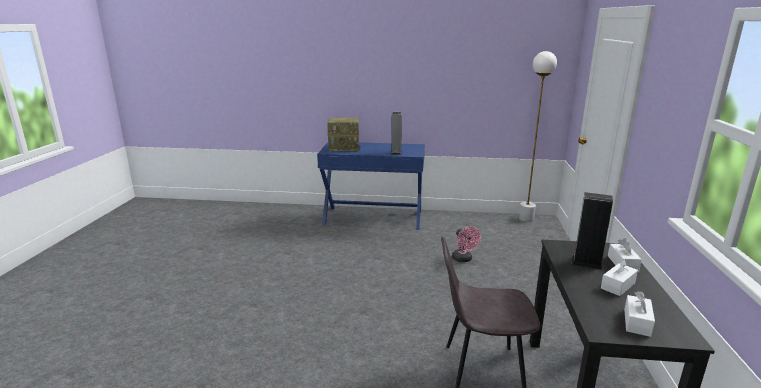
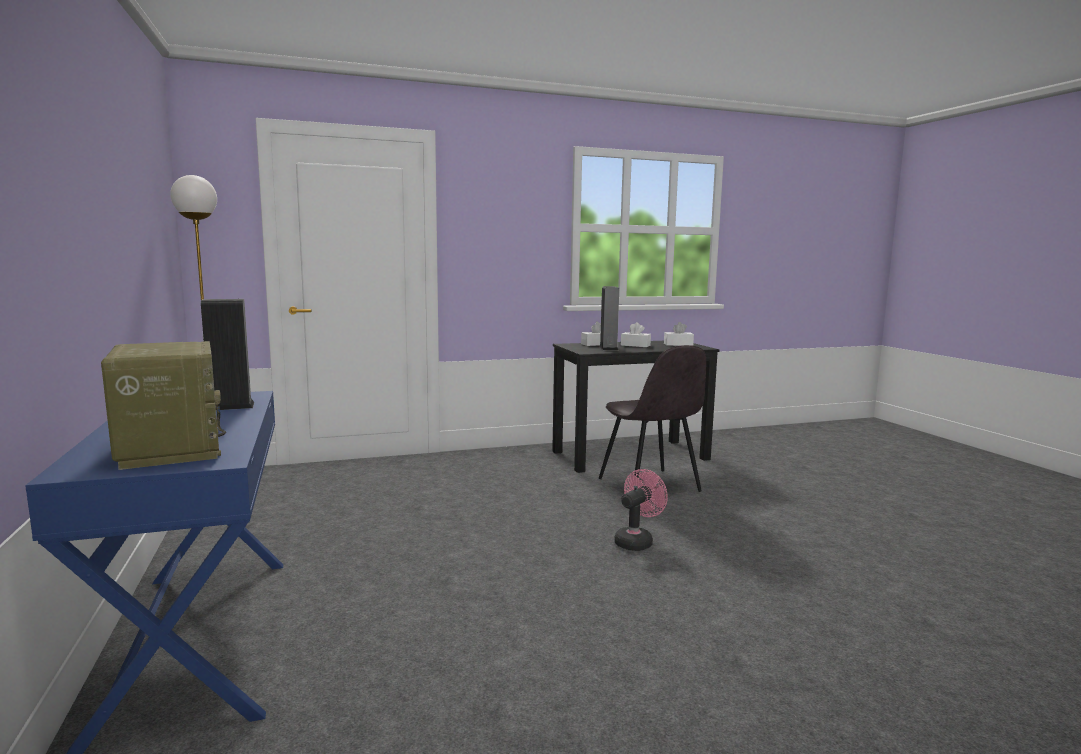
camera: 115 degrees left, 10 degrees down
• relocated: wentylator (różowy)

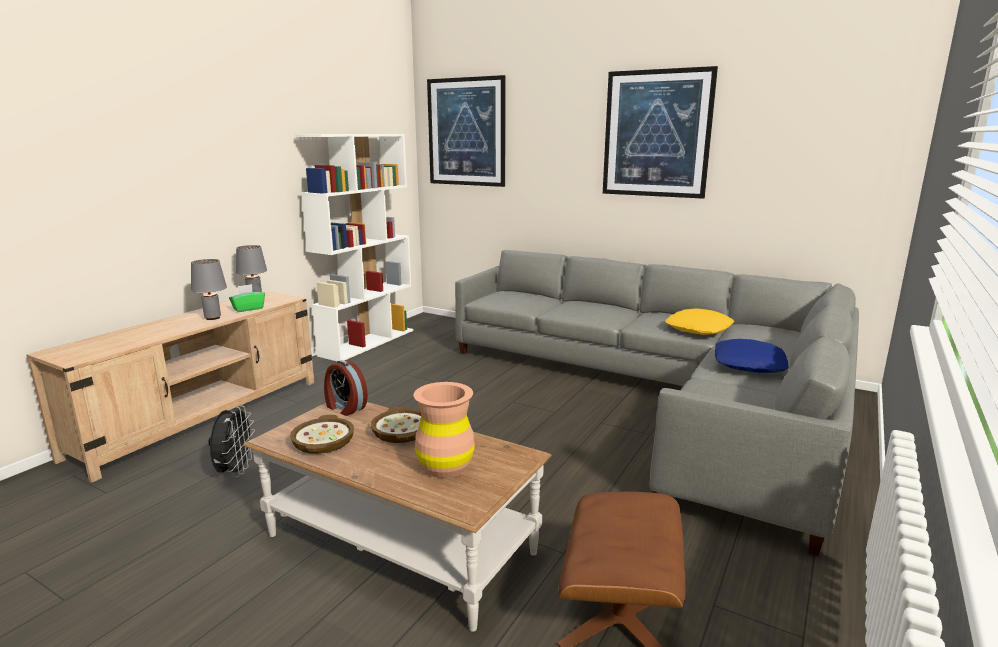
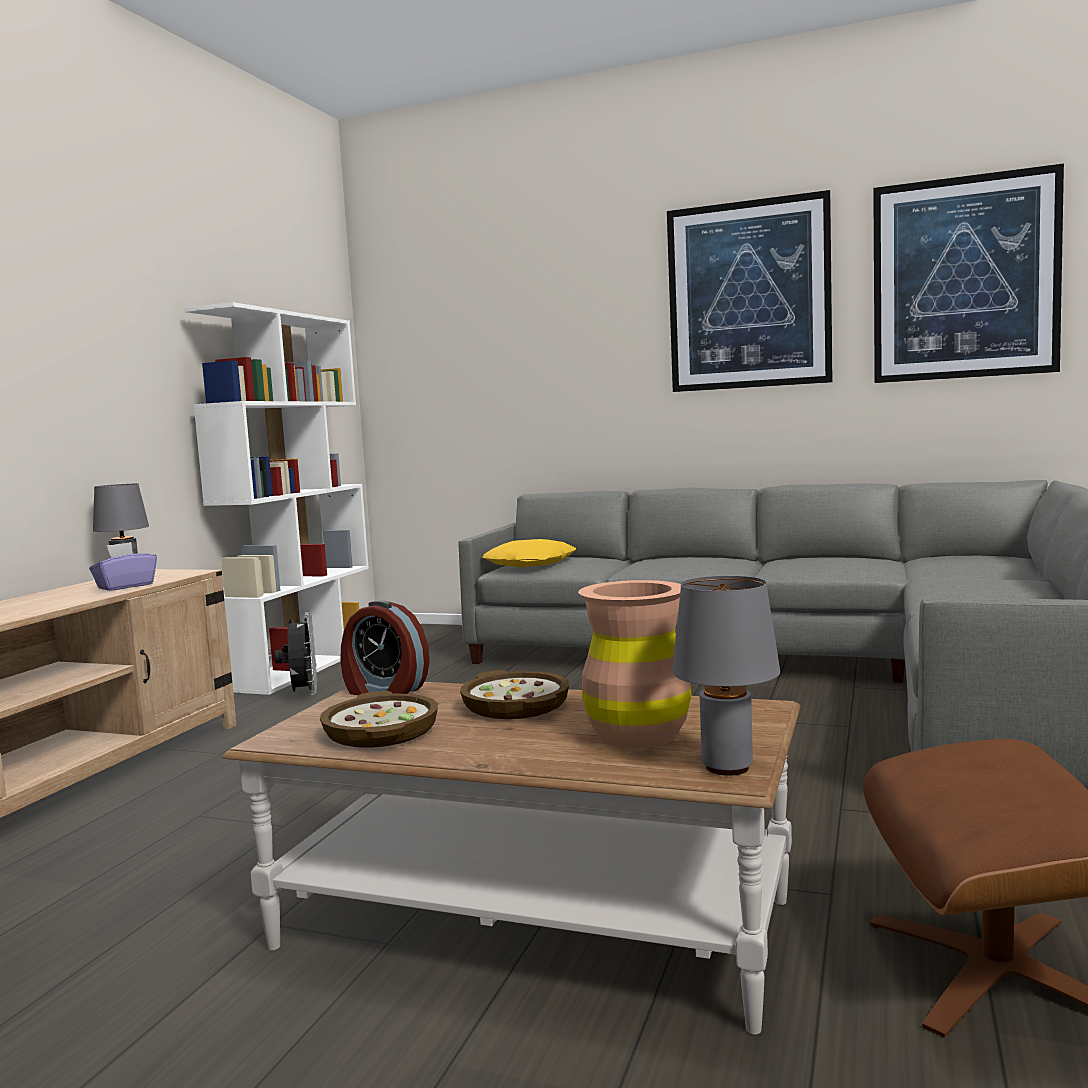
camera: 10 degrees left, 10 degrees down
• missing: poduszka (niebieski)
• relocated: lampa stołowa (szary) (no. 1 from left in the first image) to lampa stołowa (szary) (no. 2 from left)
• relocated: wentylator (czarny)
• relocated: obraz (no. 1 from left in the first image) to obraz (no. 2 from left)
• relocated: poduszka (żółty)
• colour: pudełko chusteczek (zielony) to pudełko chusteczek (fioletowy)

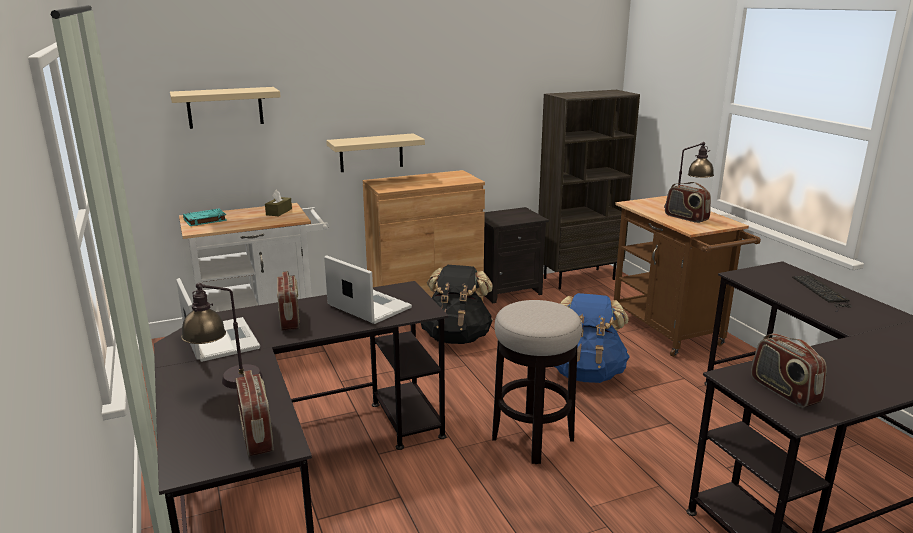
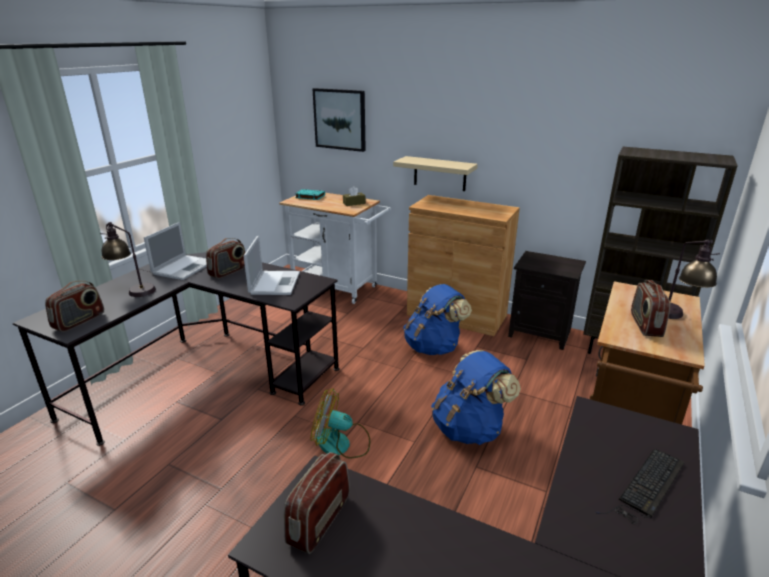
camera: 50 degrees right, 5 degrees up
• exchanged: półka (beżowy) (no. 1 from left) to obraz
• exchanged: stołek to wentylator
• colour: plecak (czarny) to plecak (niebieski) (no. 1 from left)

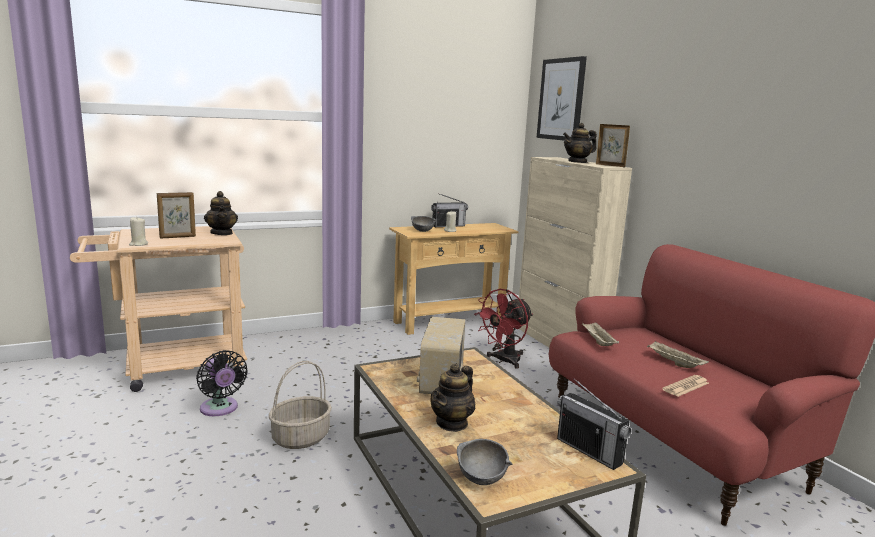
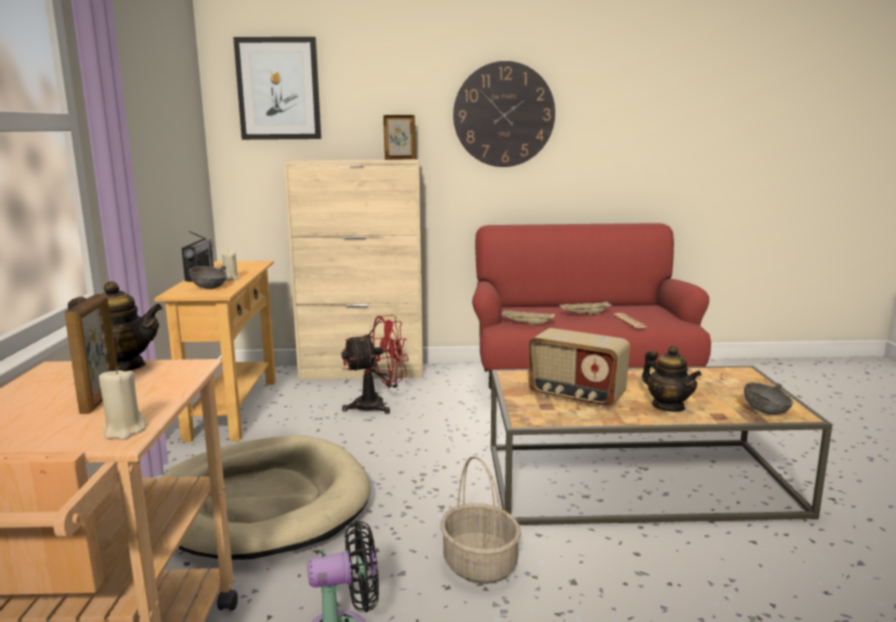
camera: 65 degrees left, 0 degrees up
• missing: radio (no. 3 from left)
• missing: imbryk (no. 3 from left)
• appeared: legowisko (beżowy)
• appeared: zegar ścienny
• spun: wentylator (czerwony) 90 degrees counterclockwise

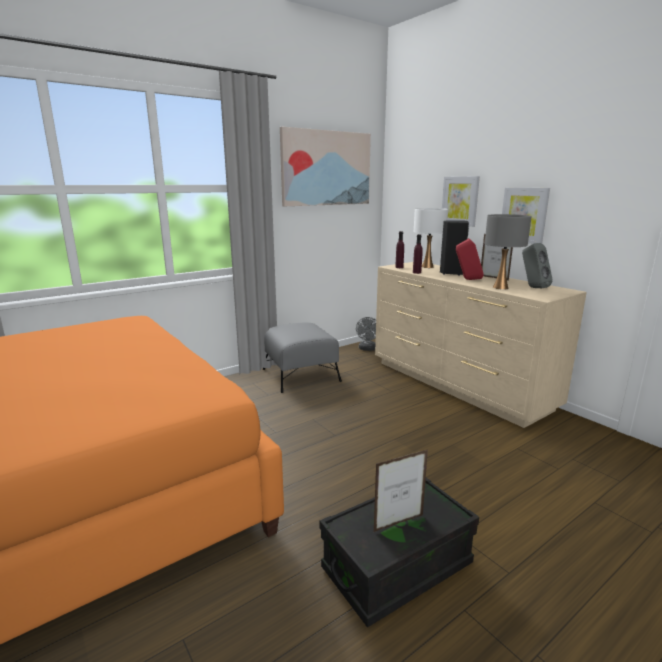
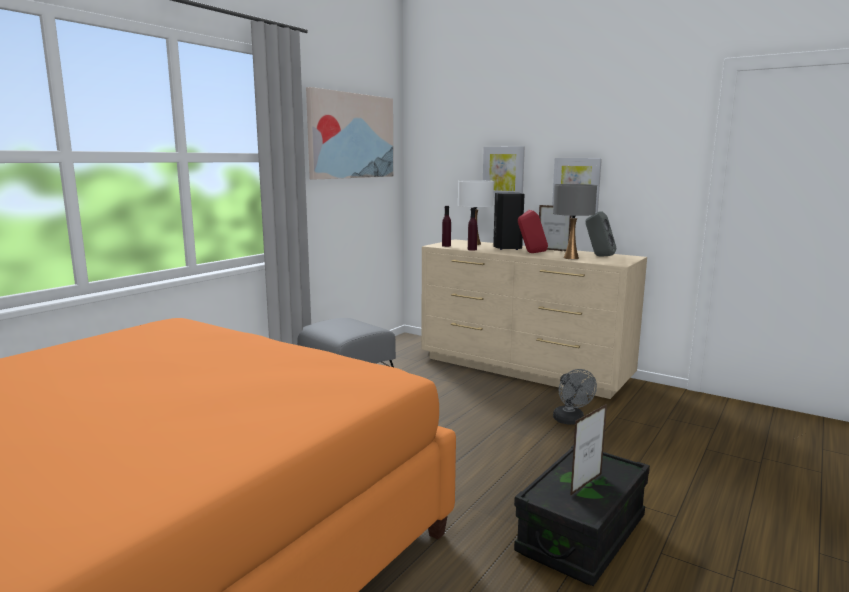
camera: 20 degrees left, 5 degrees down
• relocated: wentylator (szary)

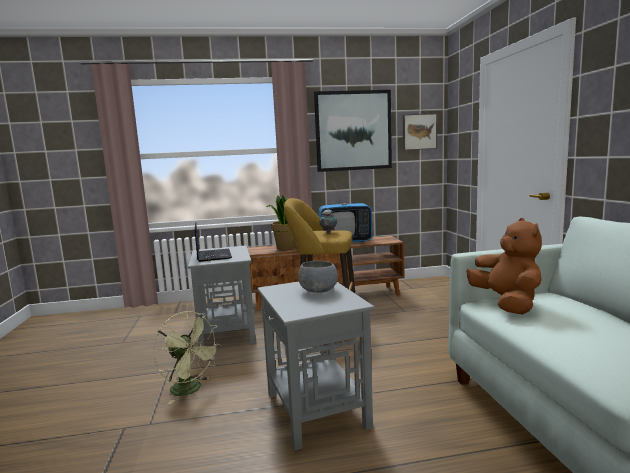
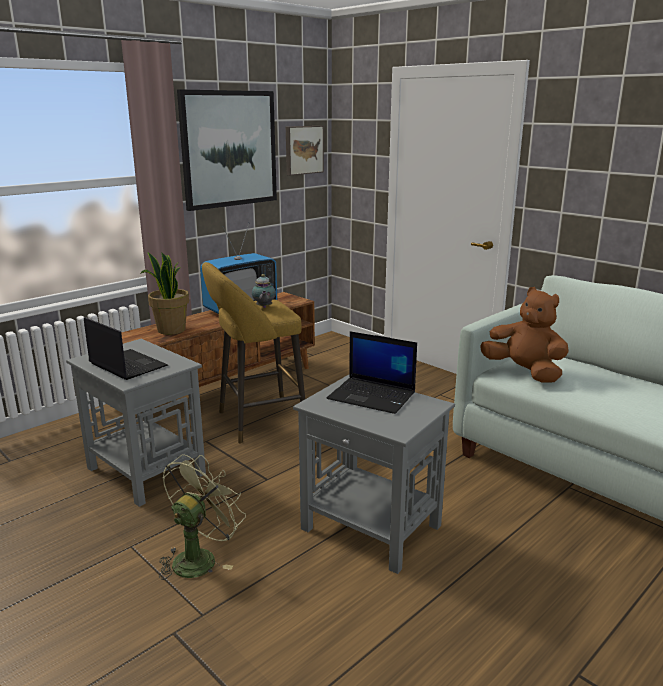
camera: 35 degrees left, 10 degrees up
• exchanged: miska (szary) to laptop (no. 2 from left)
• spun: wentylator (zielony) 60 degrees counterclockwise

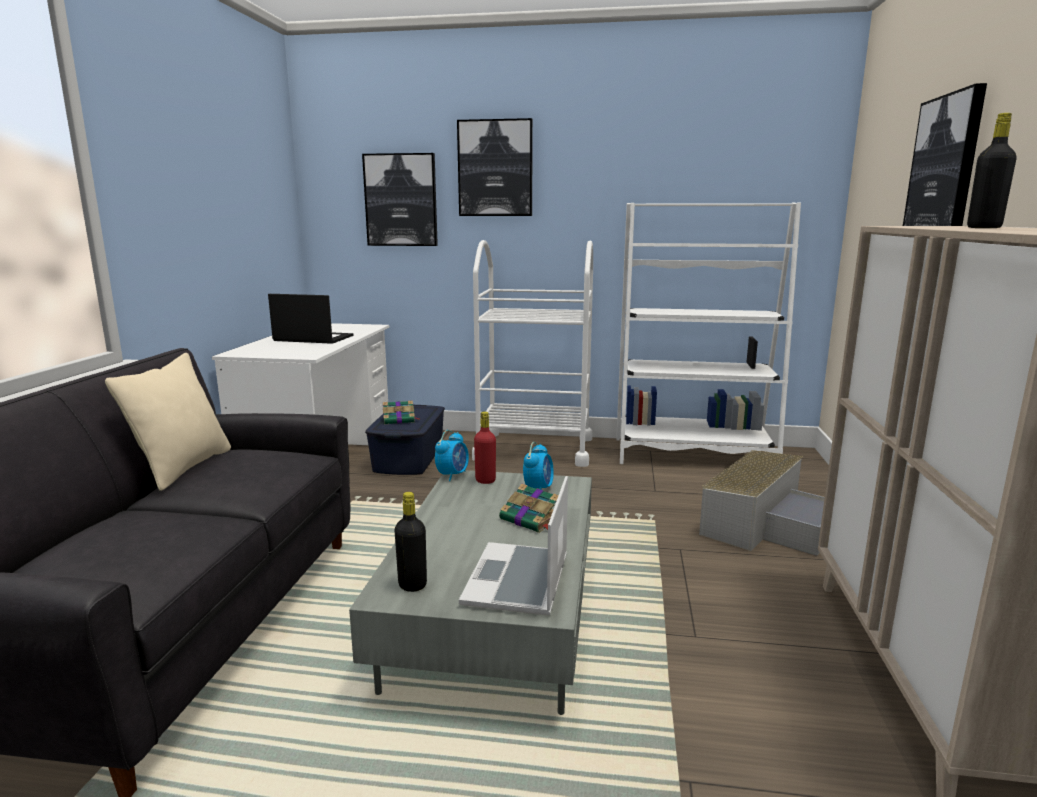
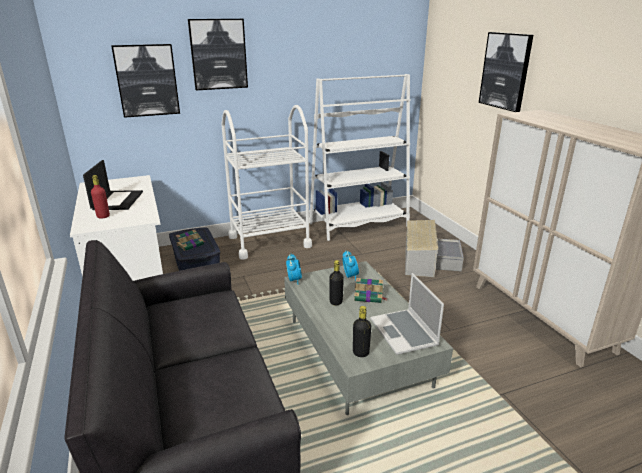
camera: 30 degrees left, 10 degrees up
• missing: poduszka (beżowy)
• relocated: butelka (czerwony)
• relocated: butelka (czarny) (no. 2 from left in the first image) to butelka (czarny) (no. 1 from left)
• spun: laptop (no. 1 from left) 105 degrees clockwise

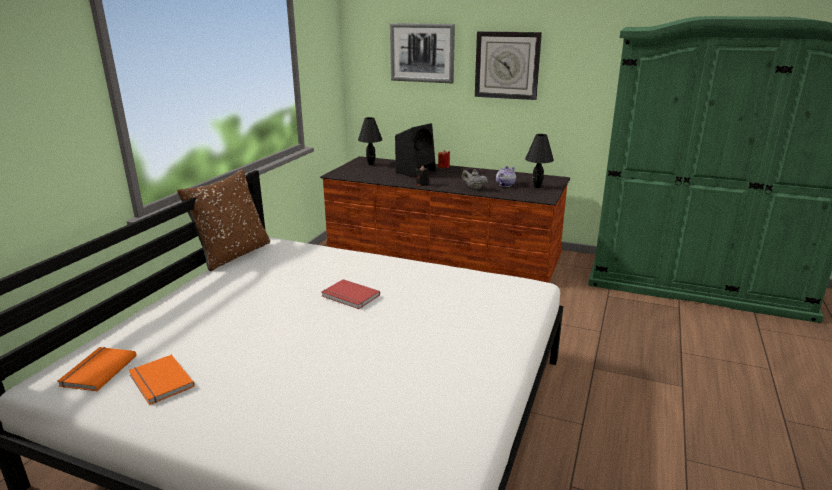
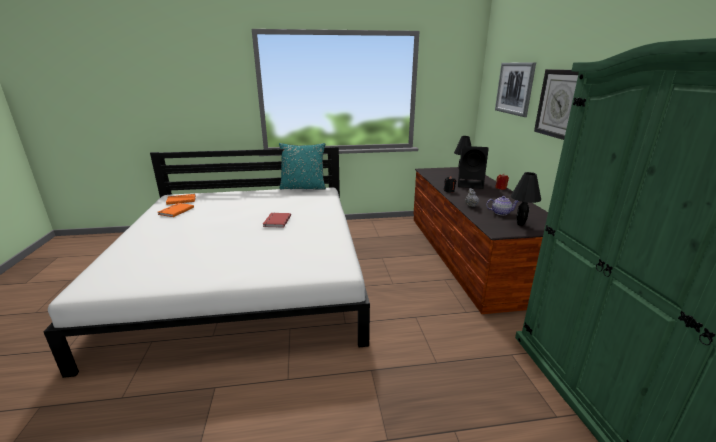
camera: 60 degrees right, 0 degrees up
• colour: poduszka (brązowy) to poduszka (turkusowy)

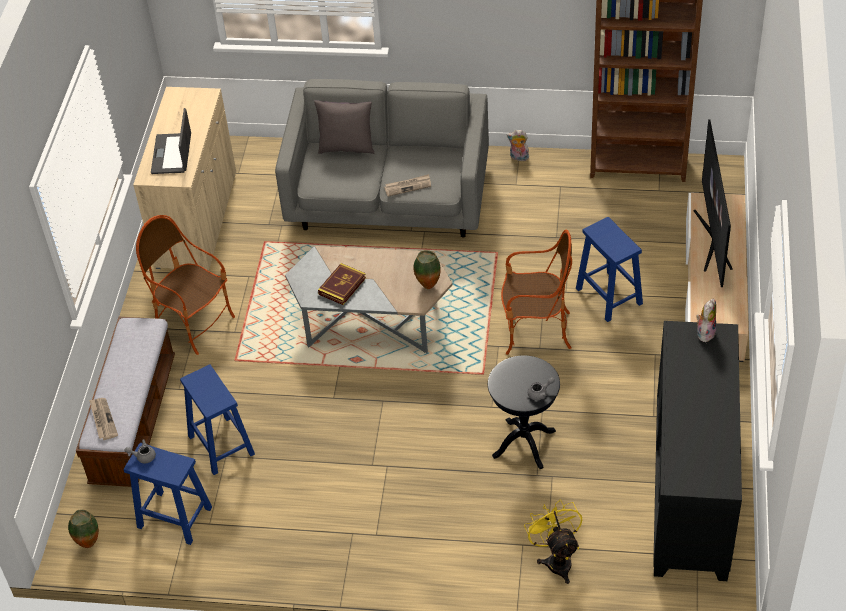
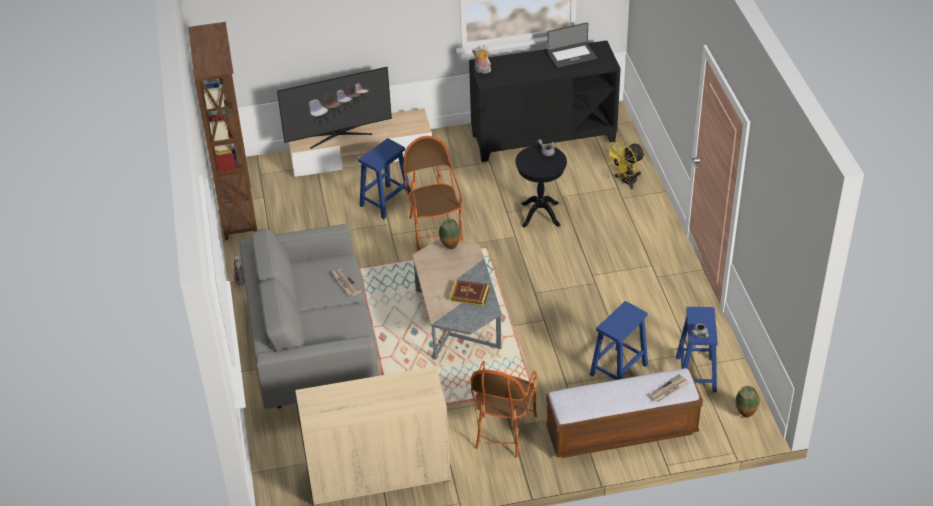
camera: 110 degrees left, 5 degrees down
• missing: poduszka (szary)
• relocated: laptop

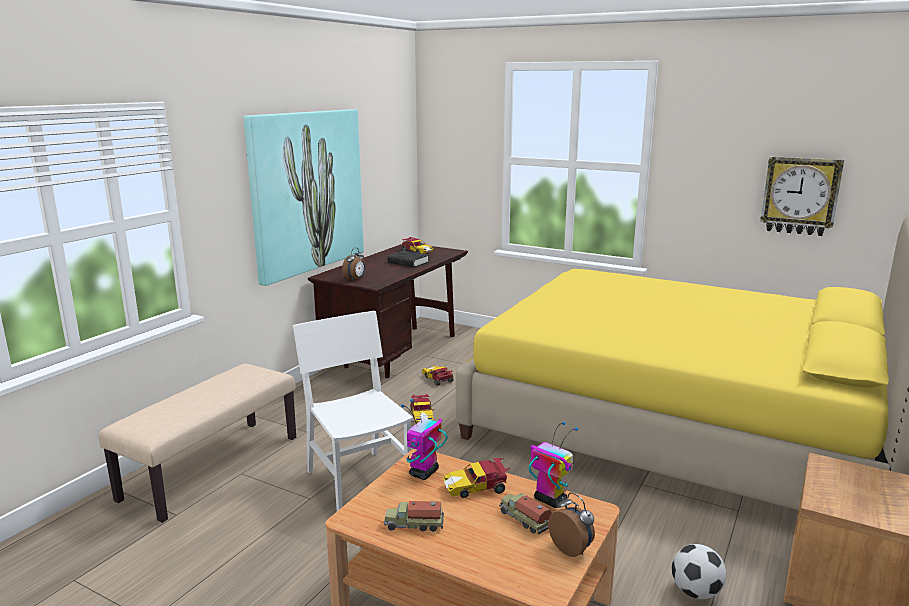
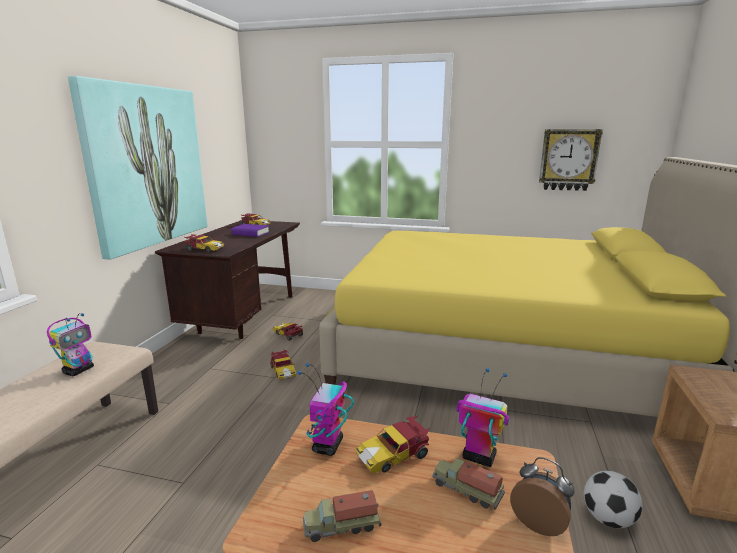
camera: 15 degrees left, 0 degrees up
• missing: krzesło (biały)
• appeared: robot zabawkowy (no. 1 from left)
• exchanged: budzik (no. 1 from left) to samochodzik (no. 1 from left)
• colour: książka (czarny) to książka (fioletowy)

